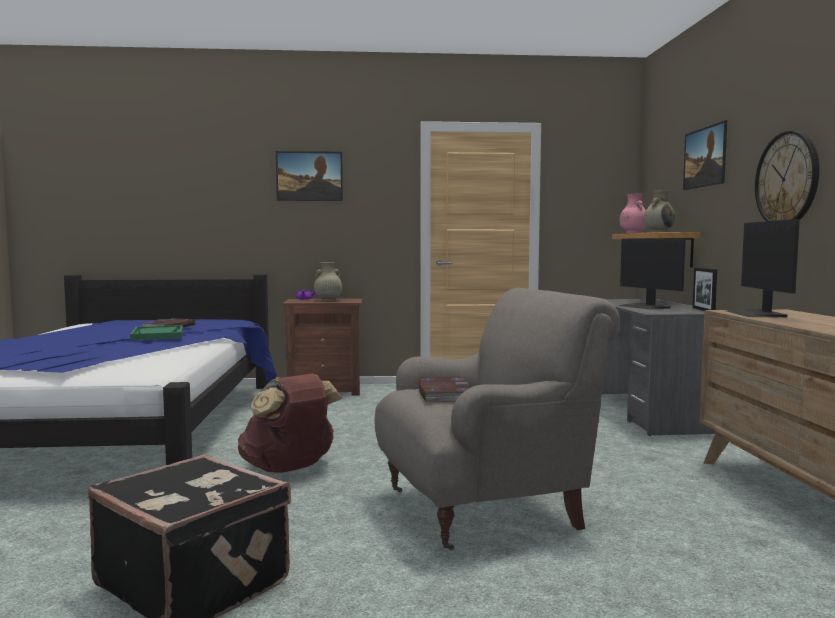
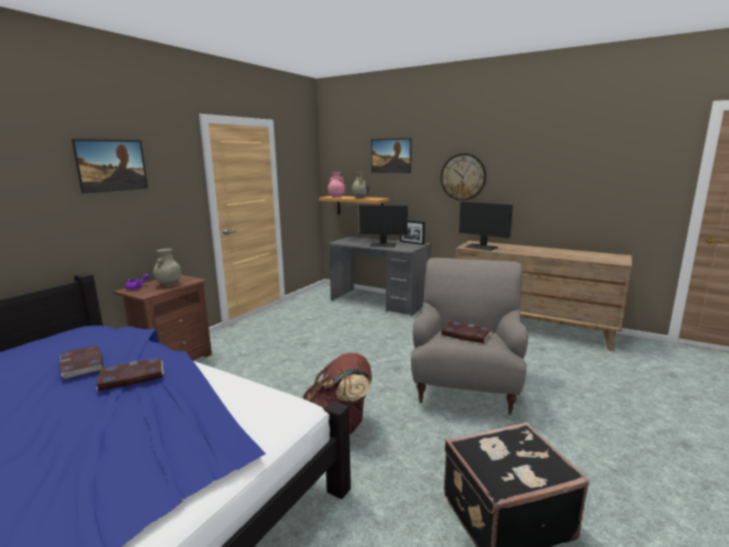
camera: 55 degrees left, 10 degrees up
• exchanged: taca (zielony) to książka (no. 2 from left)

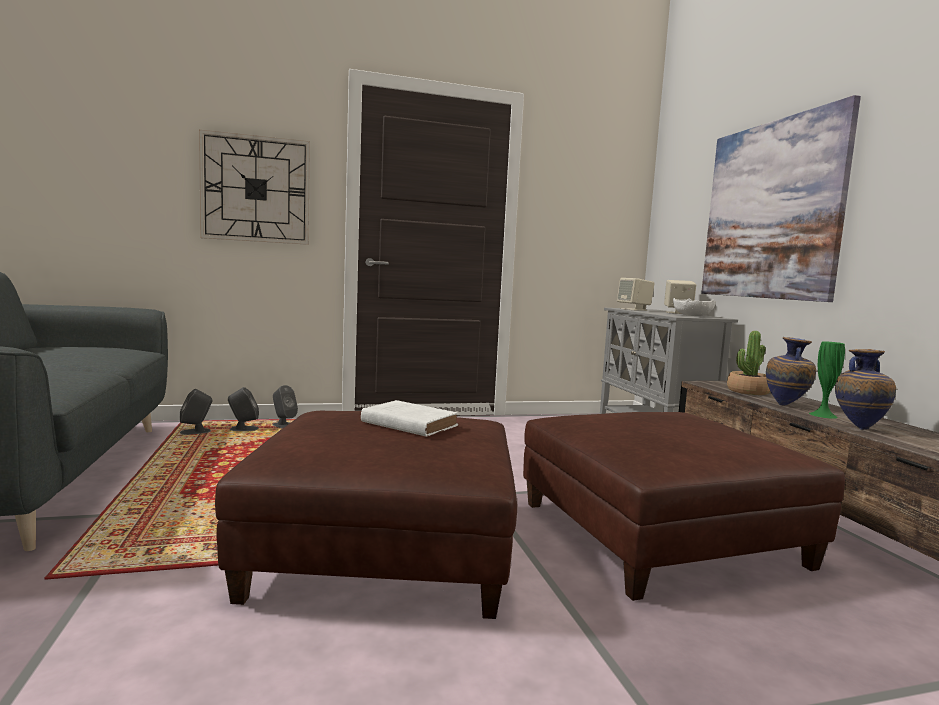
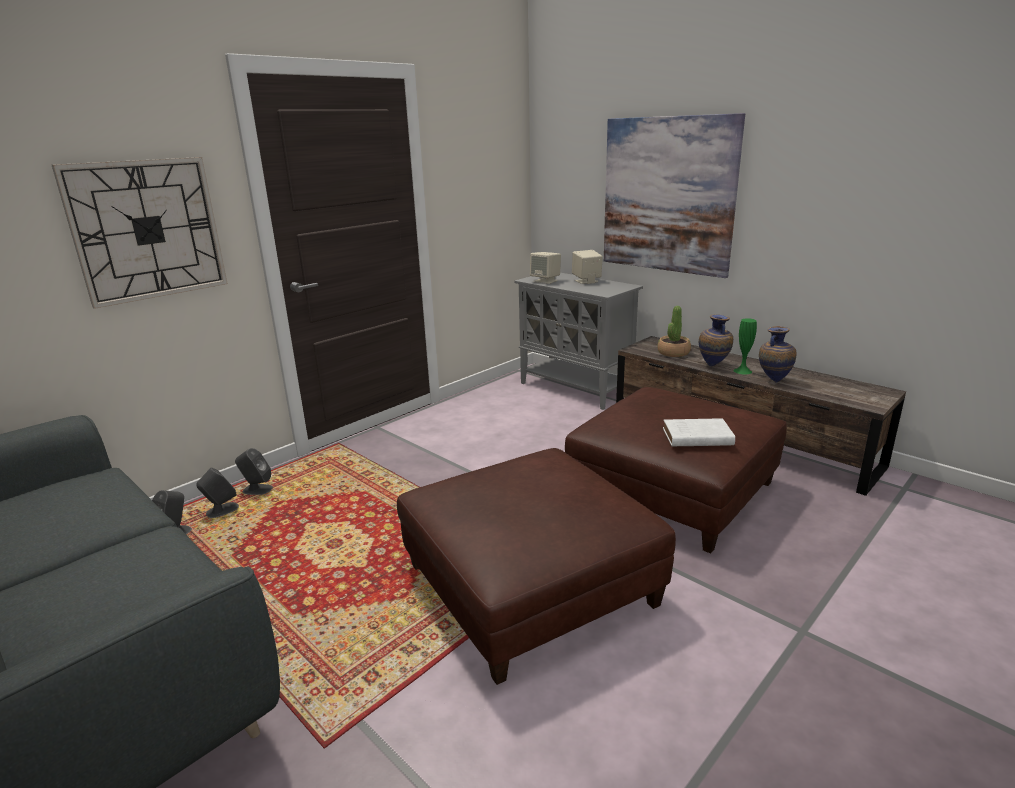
camera: 30 degrees left, 15 degrees up
• missing: miska (biały)
• relocated: książka (biały)

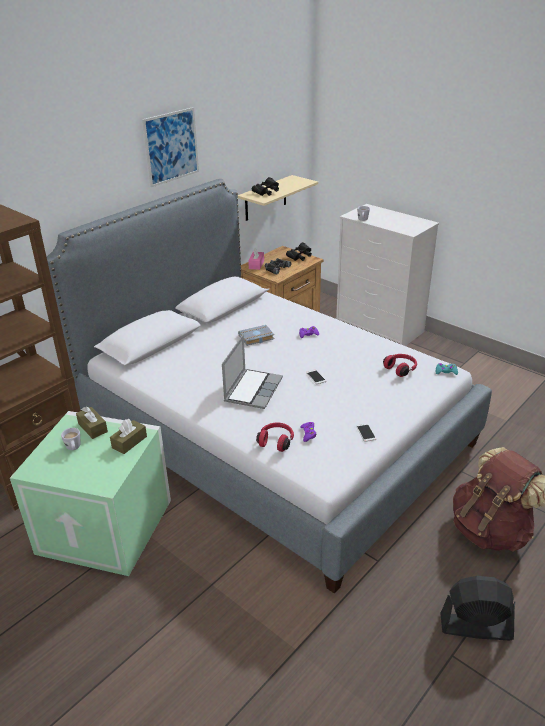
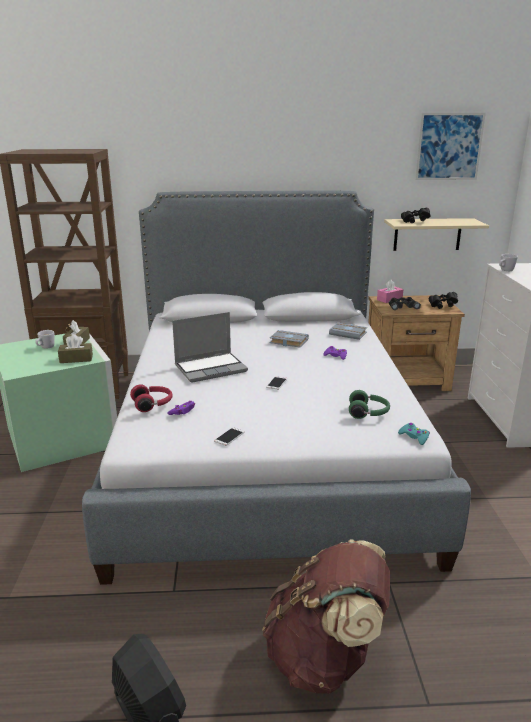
camera: 45 degrees right, 10 degrees down
• appeared: książka (szary) (no. 2 from left)
• relocated: obraz
• colour: słuchawki (czerwony) (no. 2 from left) to słuchawki (zielony)

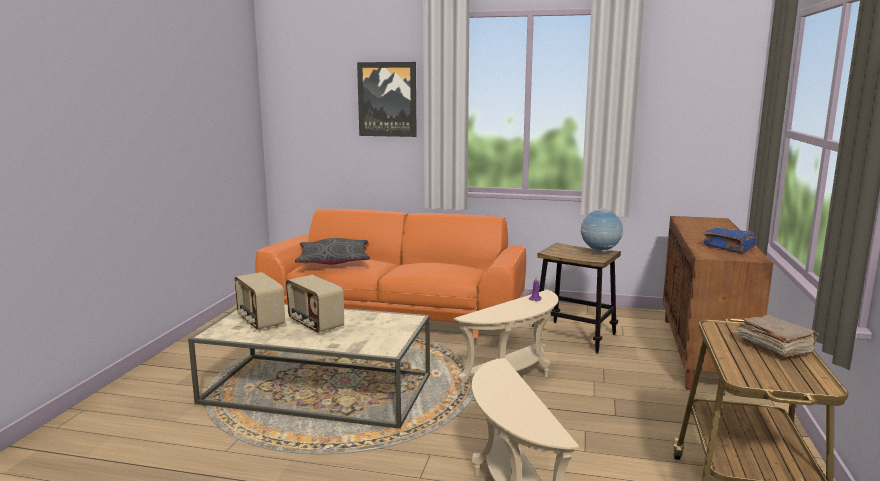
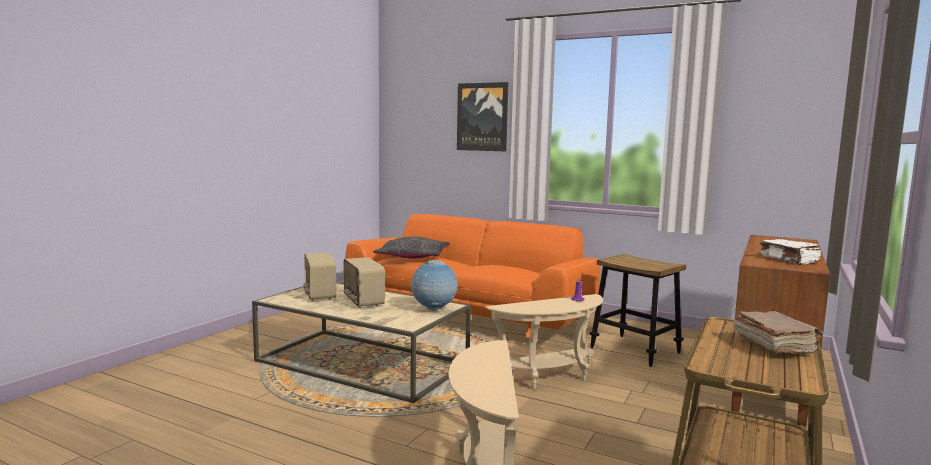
camera: 15 degrees right, 5 degrees down
• relocated: globus
• colour: książka (niebieski) to książka (biały)

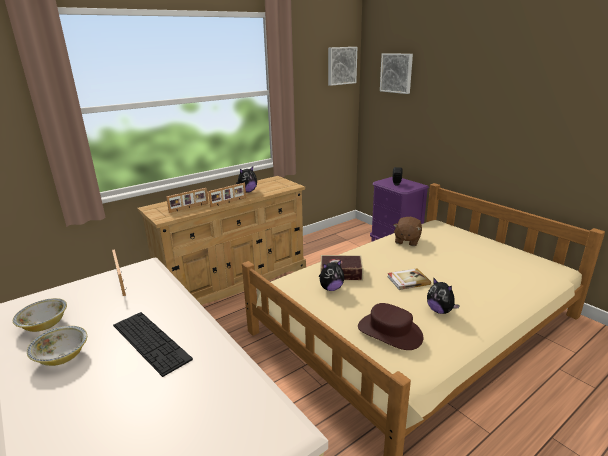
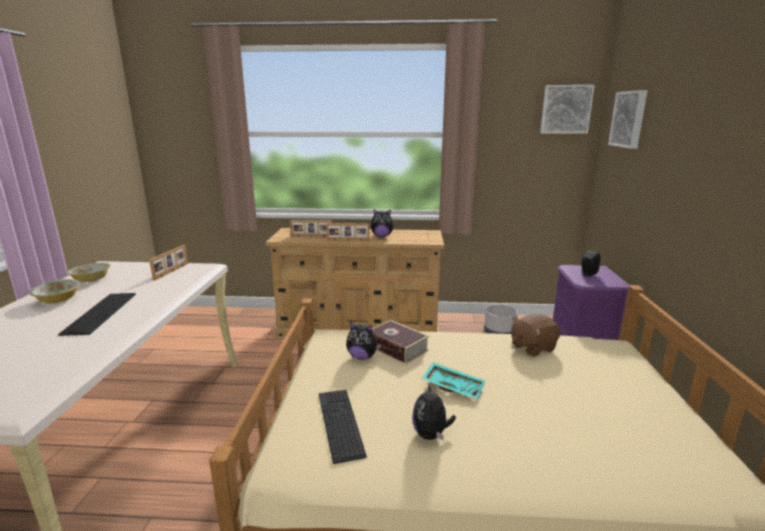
camera: 40 degrees right, 5 degrees down
• appeared: donica (szary)
• exchanged: kapelusz (brązowy) to klawiatura (no. 2 from left)
• exchanged: książka (no. 2 from left) to taca (turkusowy)

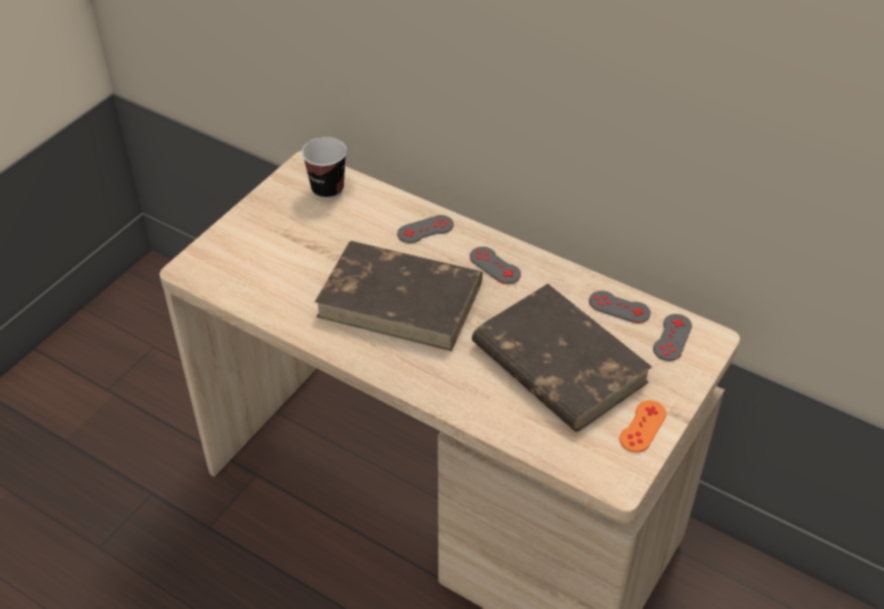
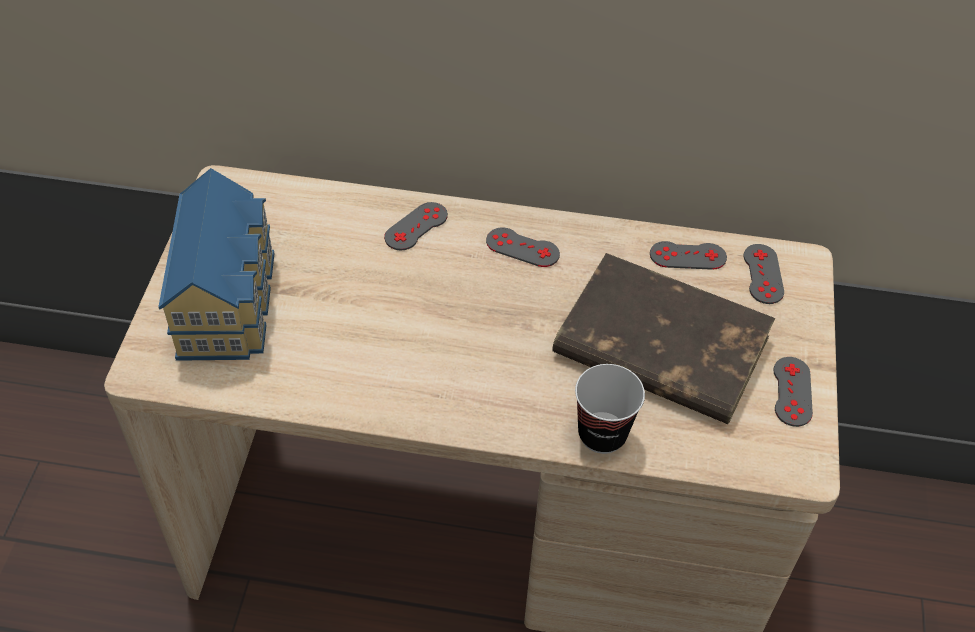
camera: 25 degrees left, 5 degrees up
• missing: książka (brązowy) (no. 1 from left)
• appeared: domek
• relocated: filiżanka
• colour: pad do gier (pomarańczowy) to pad do gier (szary) (no. 5 from left)

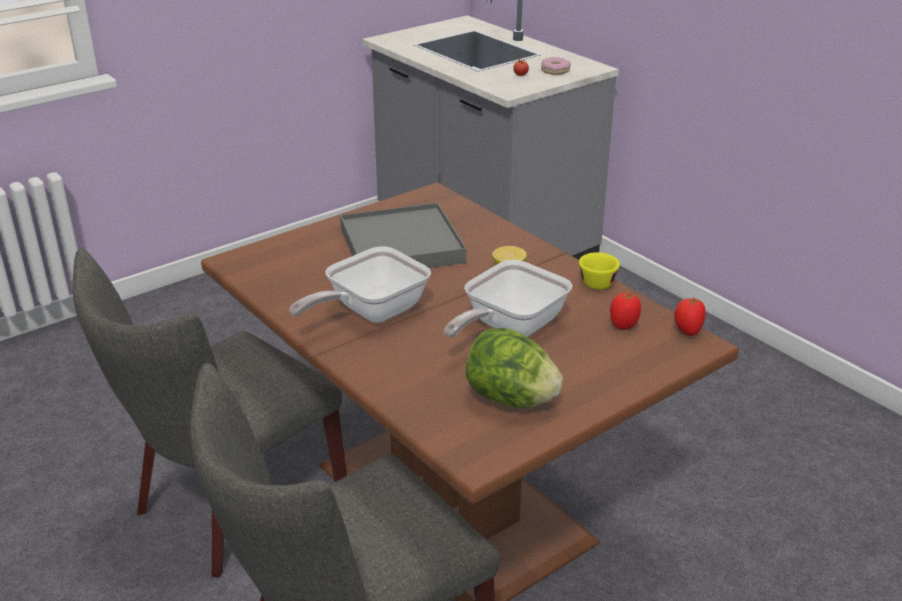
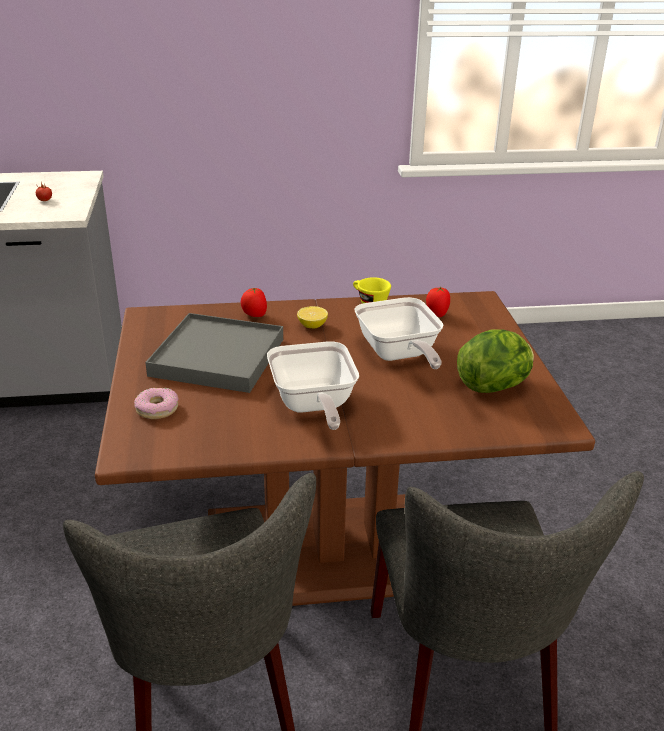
camera: 60 degrees left, 0 degrees up
• relocated: donut
• relocated: pomidor (no. 3 from left in the first image) to pomidor (no. 2 from left)

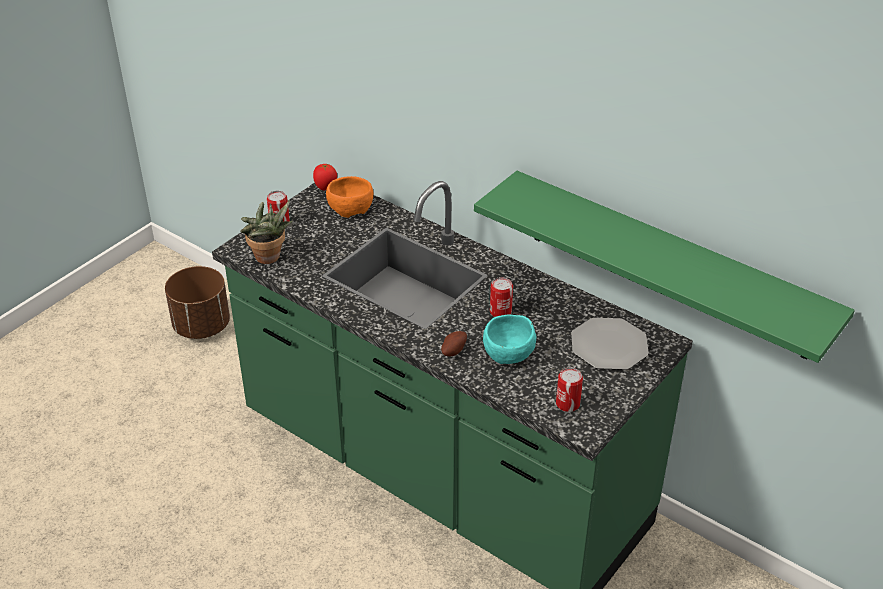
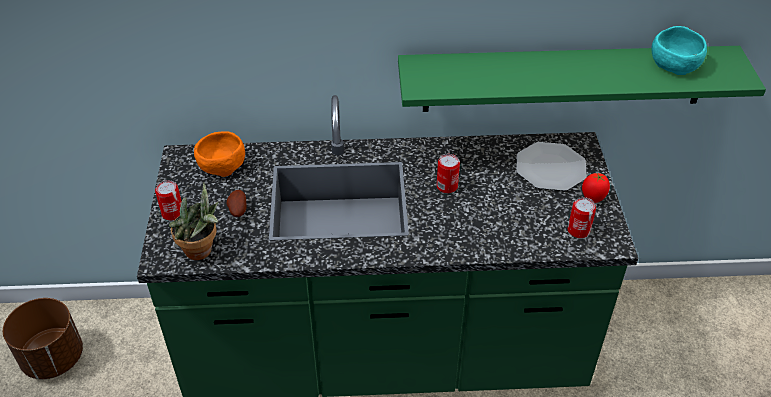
camera: 40 degrees left, 5 degrees up
• relocated: pomidor
• relocated: ziemniak
• relocated: miska (turkusowy)

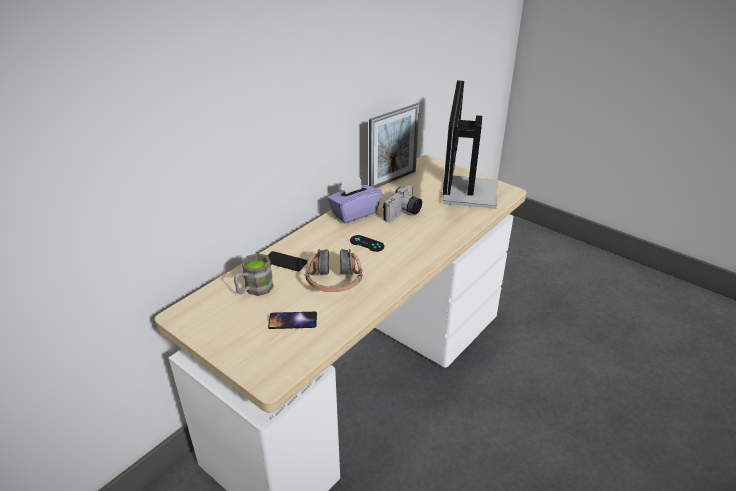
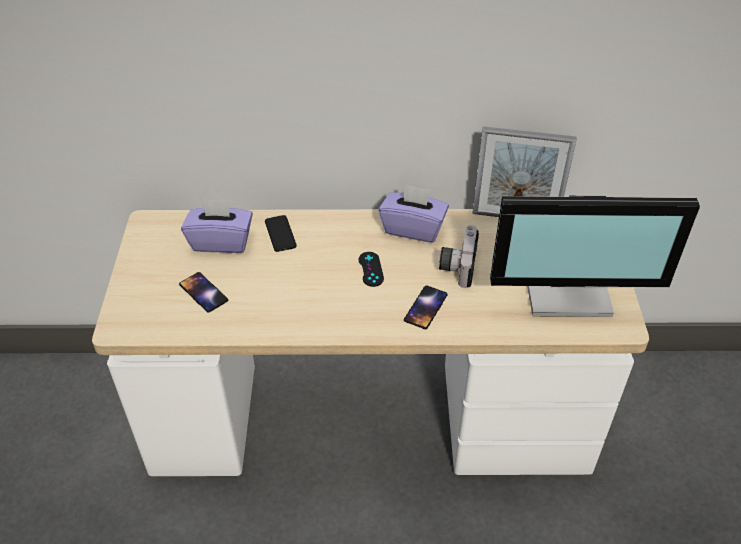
camera: 50 degrees right, 10 degrees up
• missing: słuchawki
• appeared: telefon (no. 3 from left)
• exchanged: kubek (brązowy) to pudełko chusteczek (fioletowy) (no. 1 from left)
• spun: aparat fotograficzny 105 degrees clockwise
• spun: monitor 150 degrees counterclockwise

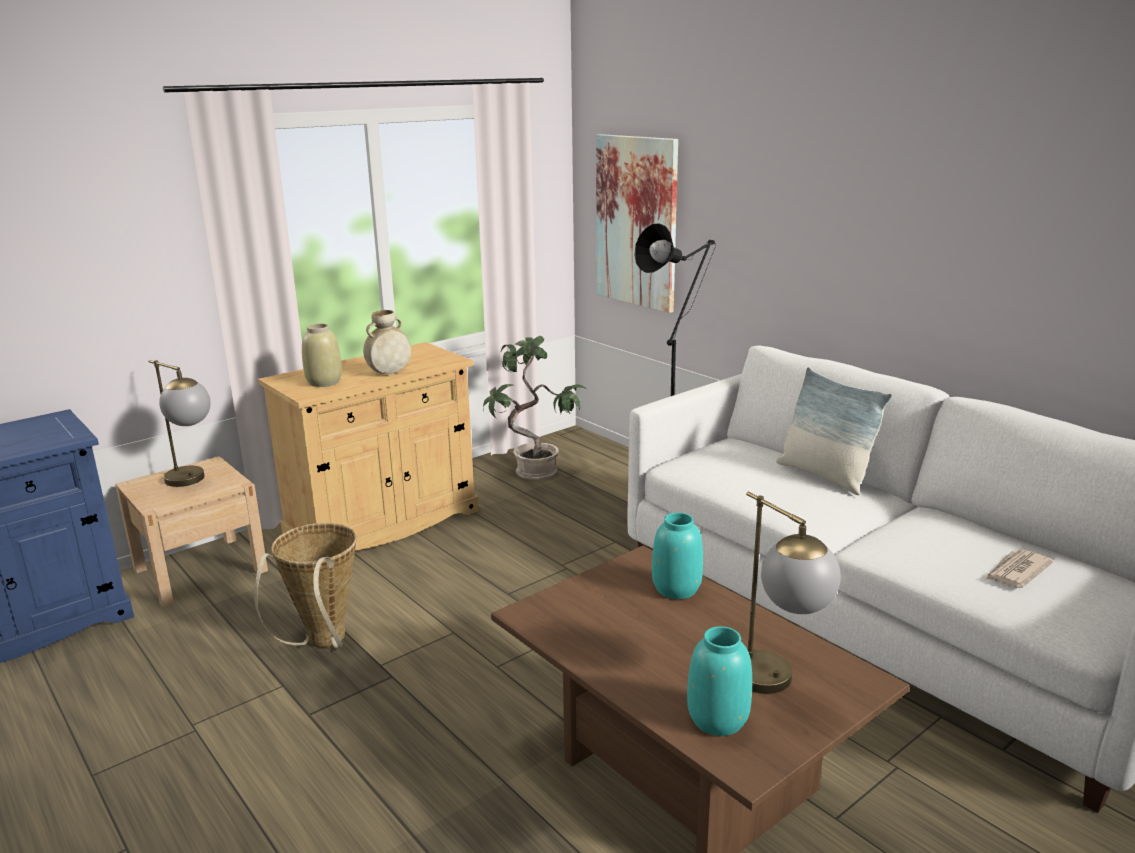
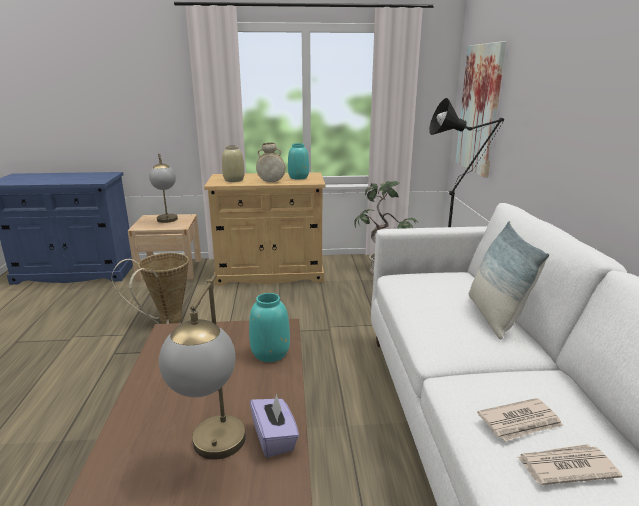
camera: 35 degrees right, 0 degrees up
• appeared: pudełko chusteczek (fioletowy)
• appeared: gazeta (no. 1 from left)
• relocated: wazon (turkusowy) (no. 2 from left)

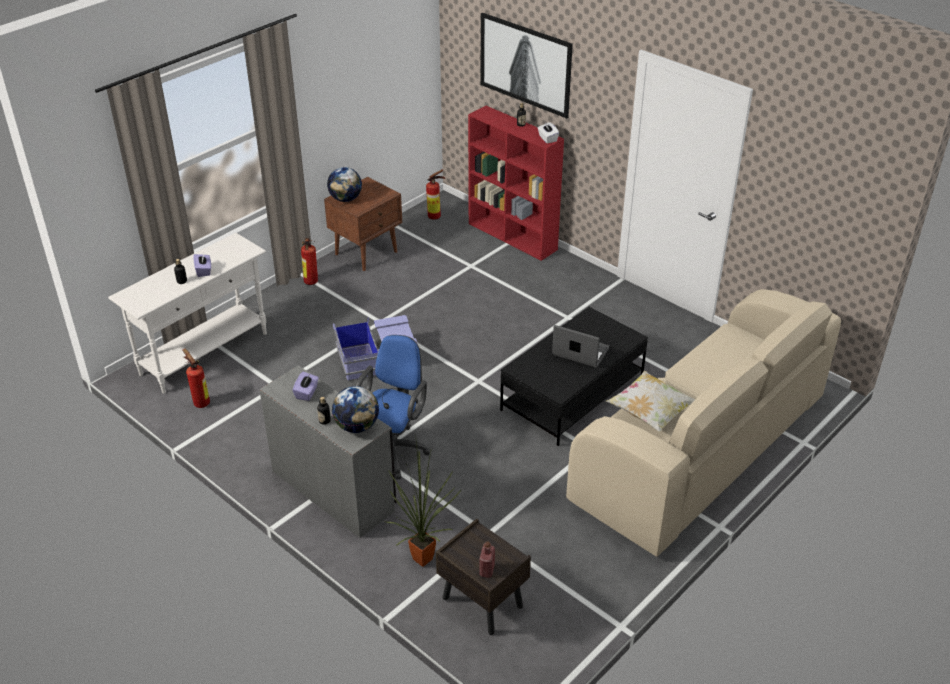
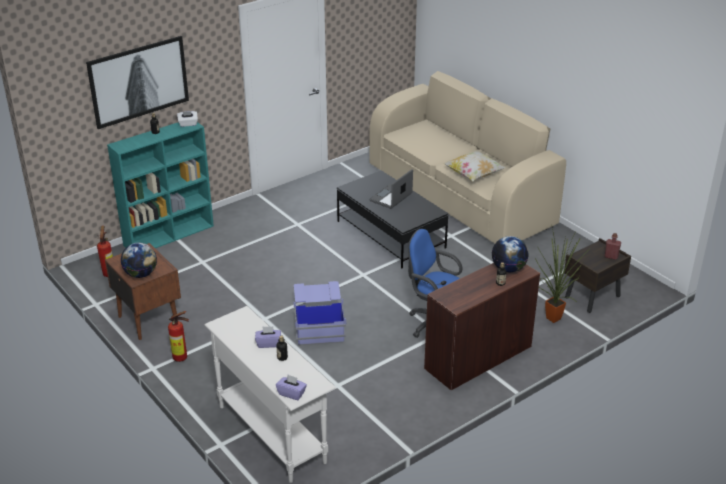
camera: 80 degrees left, 5 degrees down
• missing: gaśnica (no. 1 from left)
• relocated: pudełko chusteczek (fioletowy) (no. 2 from left)
• colour: biurko (szary) to biurko (brązowy)
• colour: regał (czerwony) to regał (turkusowy)

